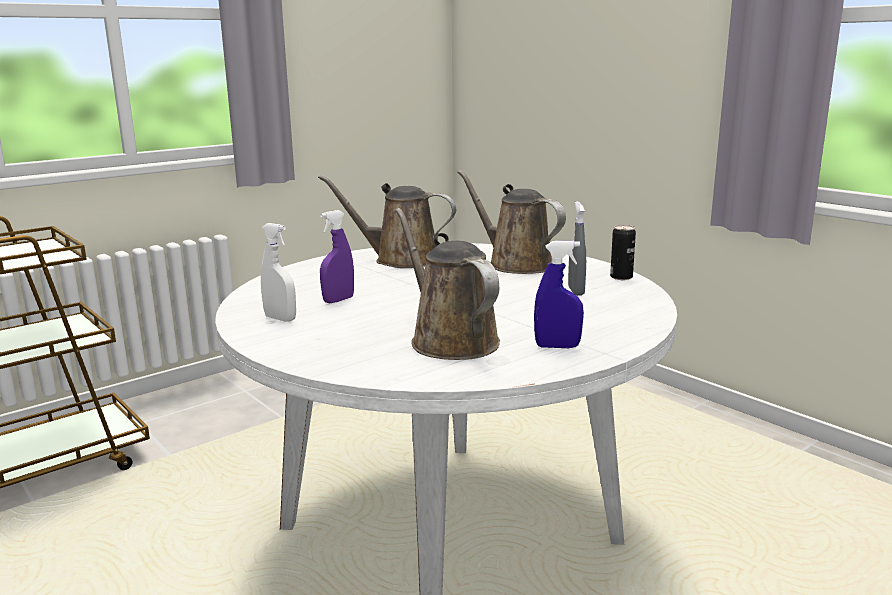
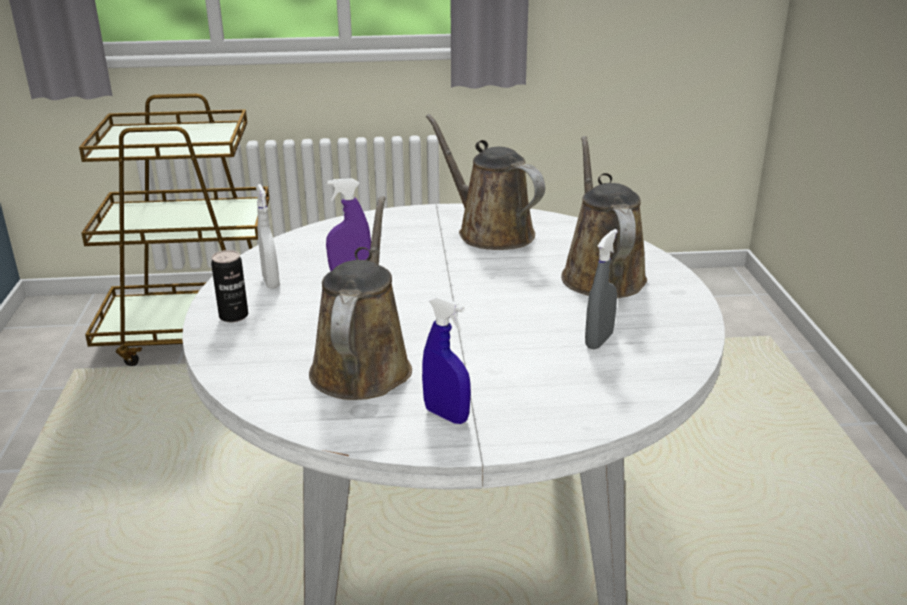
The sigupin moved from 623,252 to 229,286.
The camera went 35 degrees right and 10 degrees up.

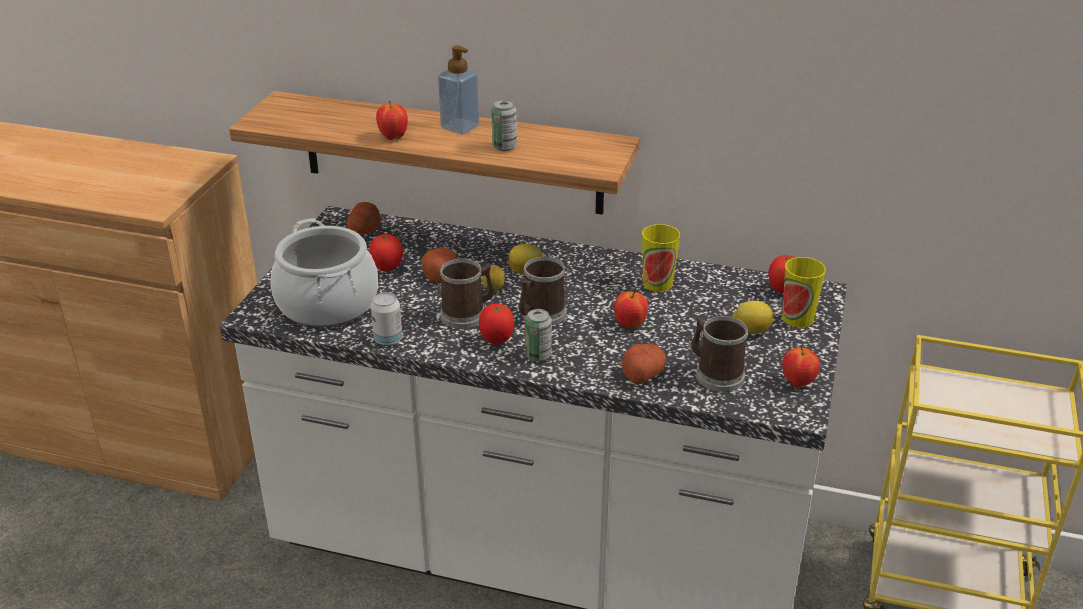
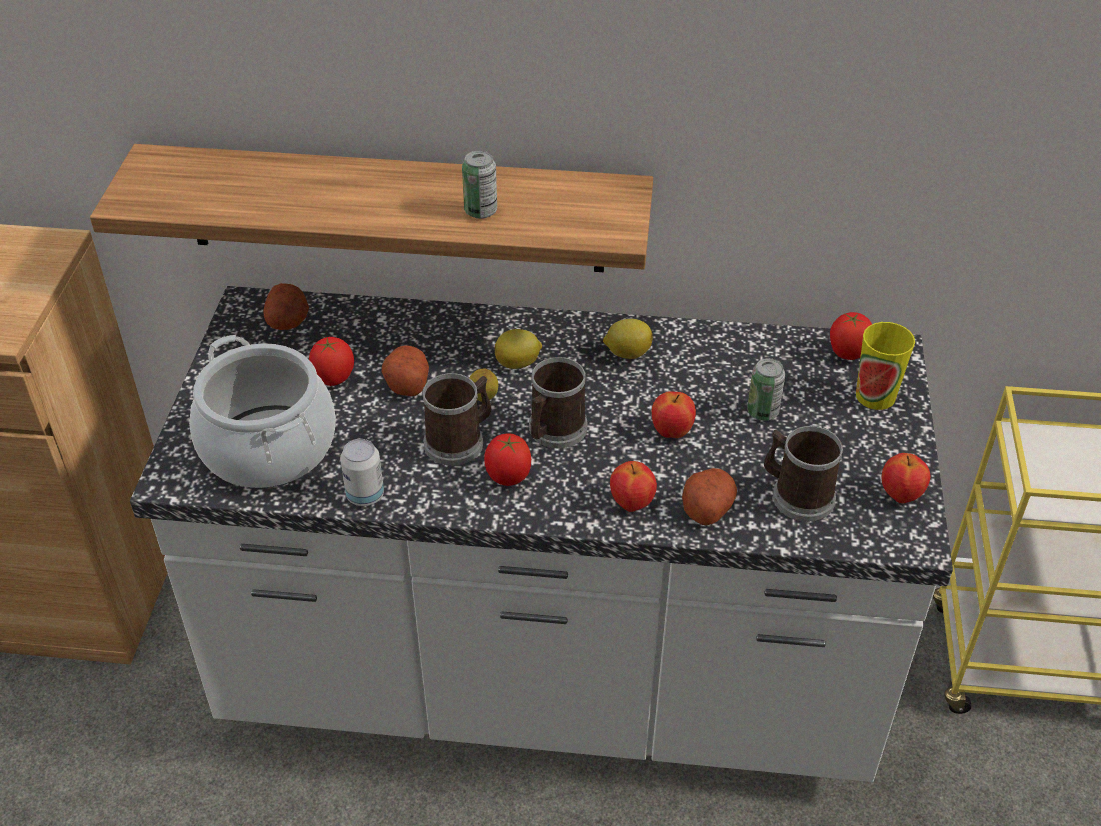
The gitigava at 458,90 disappeared.
The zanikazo moved from 392,120 to 633,486.
The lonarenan at 661,258 disappeared.
The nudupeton moved from 752,317 to 627,339.
The sigupin moved from 538,335 to 766,389.
The camera went 10 degrees left and 10 degrees up.

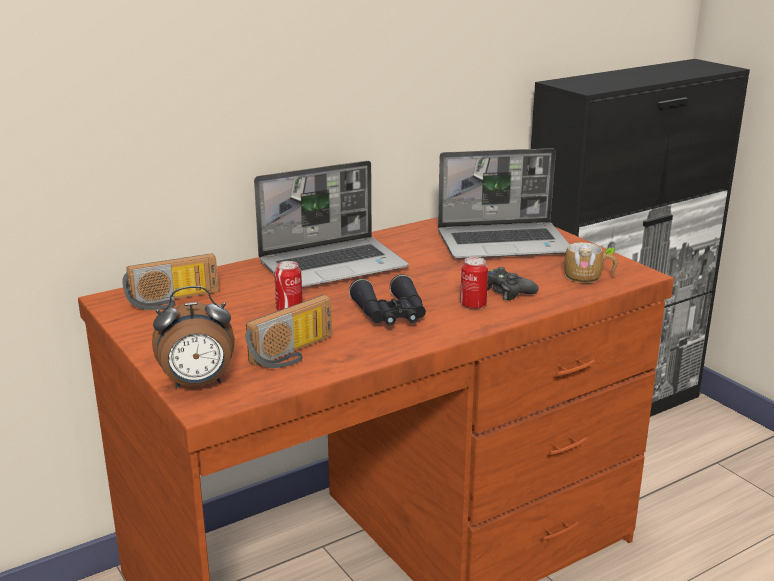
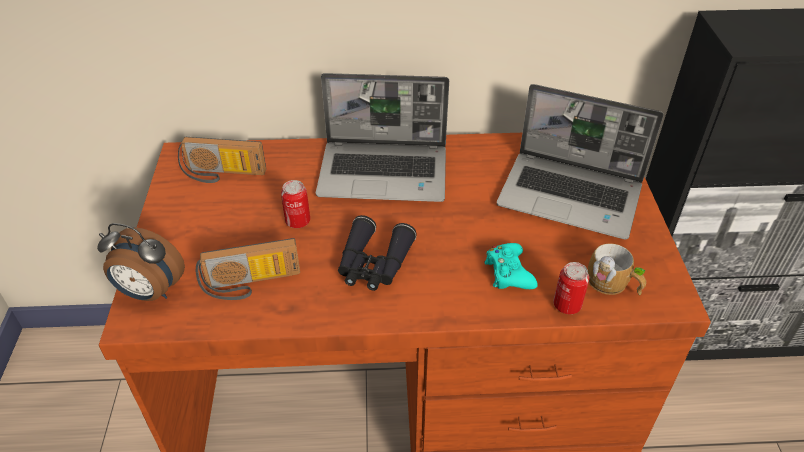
The sigupin moved from 474,283 to 571,288.
The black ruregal at 513,284 became the turquoise ruregal at 511,266.
The camera went 30 degrees right and 20 degrees up.

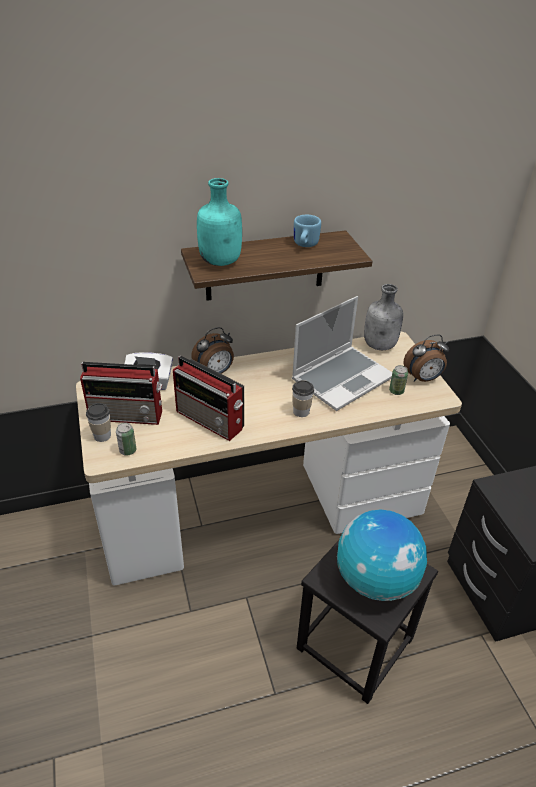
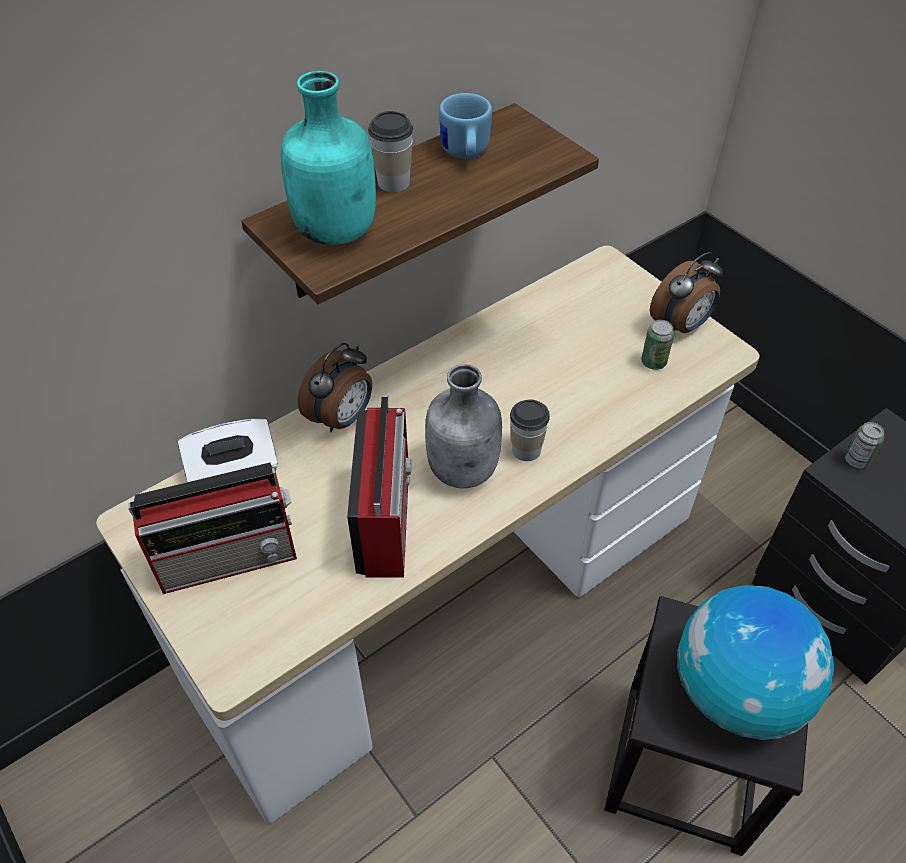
The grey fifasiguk moved from 383,317 to 463,426.
The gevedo at 342,353 disappeared.
The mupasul at 208,398 turned 105 degrees counterclockwise.
The lonarenan moved from 98,422 to 390,151.
The sigupin moved from 126,439 to 864,445.
The camera went 20 degrees left and 10 degrees up.

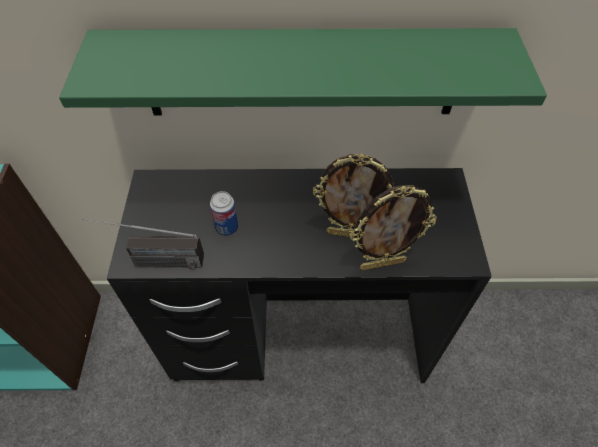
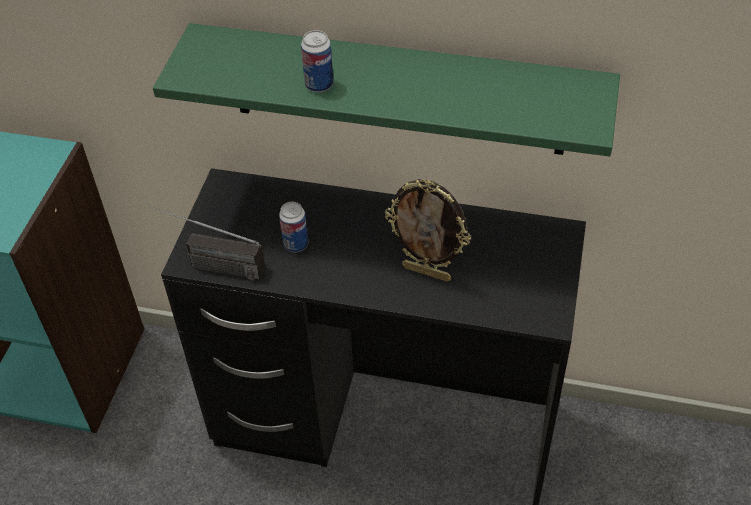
The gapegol at 393,227 disappeared.
The sigupin at 317,61 appeared.
The camera went 15 degrees right and 5 degrees down.

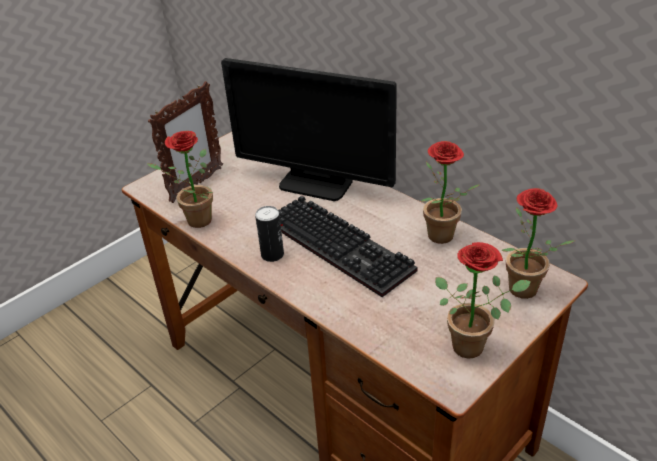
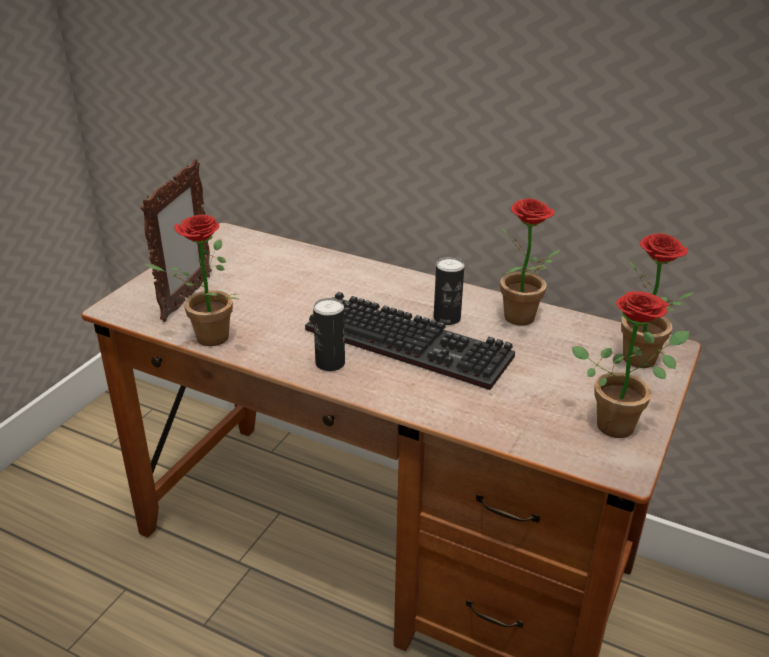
The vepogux at 309,129 disappeared.
The sigupin at 449,291 appeared.
The camera went 20 degrees left and 5 degrees down.

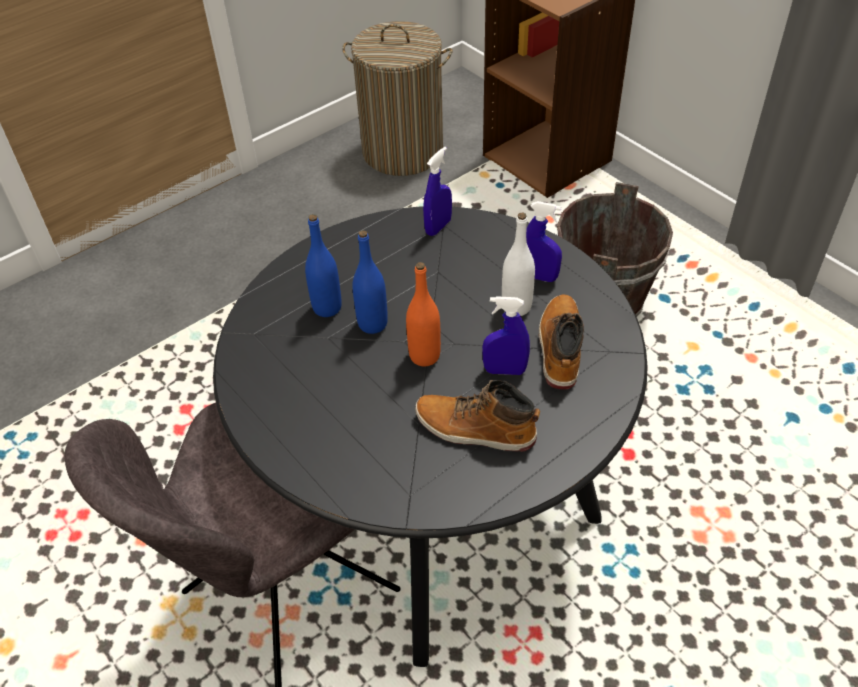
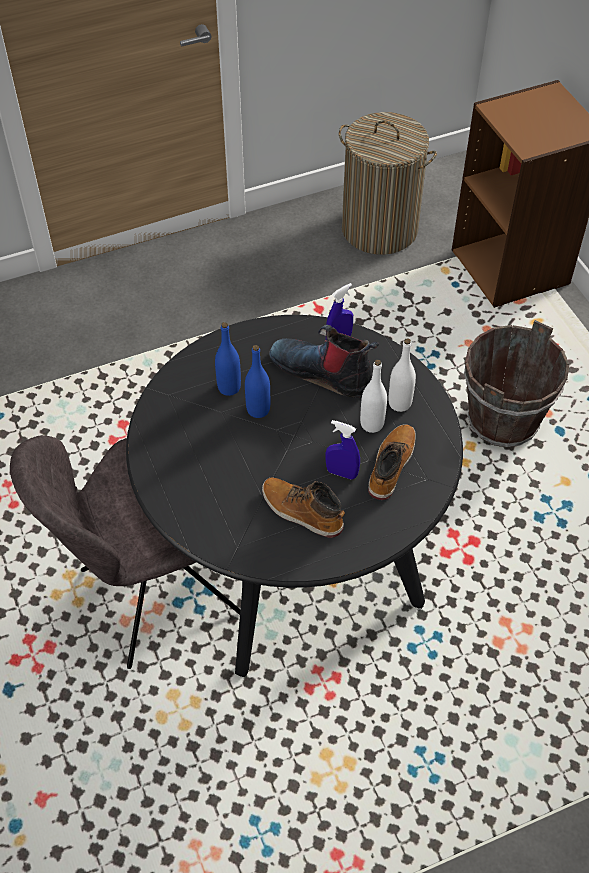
The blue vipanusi at 544,241 was replaced by the white fifasiguk at 402,375.
The orange fifasiguk at 423,314 disappeared.
The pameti at 324,361 appeared.
The camera went 15 degrees right and 5 degrees up.

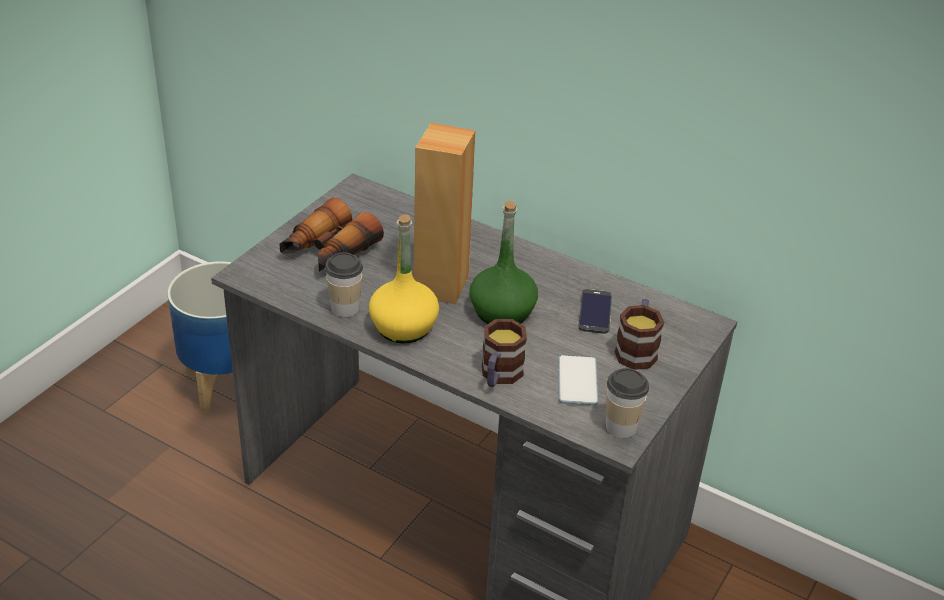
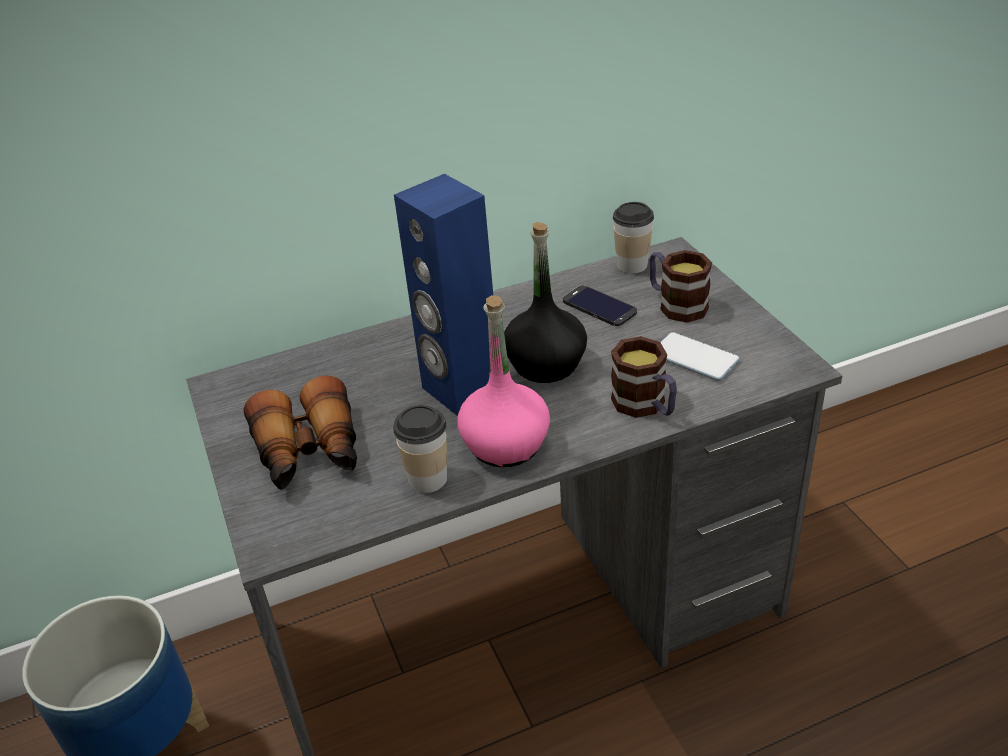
The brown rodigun at 444,213 became the blue rodigun at 443,295.
The green fifasiguk at 503,262 became the black fifasiguk at 545,302.
The yellow fifasiguk at 404,279 became the pink fifasiguk at 503,381.
The lonarenan moved from 627,403 to 633,237.
The camera went 50 degrees left and 0 degrees up.

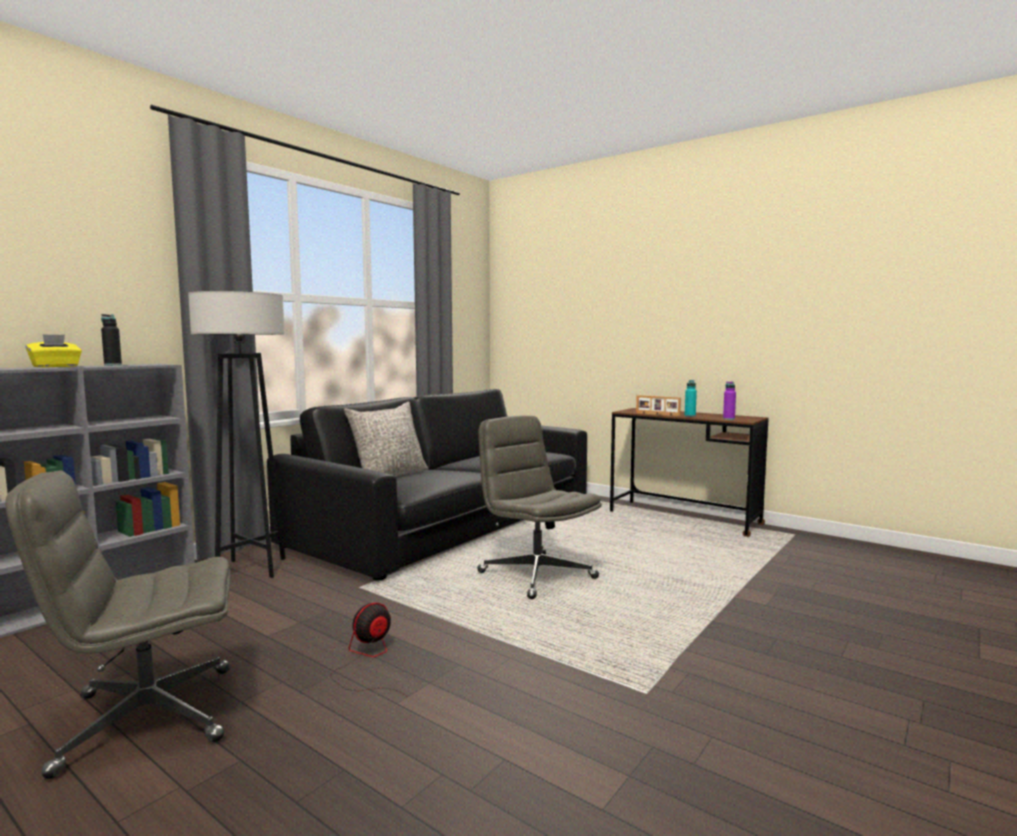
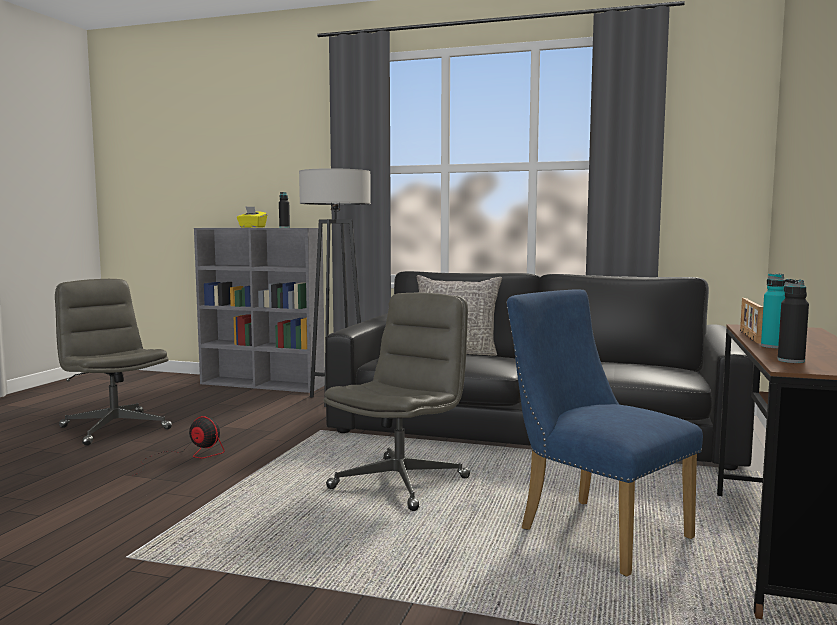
The purple fifasiguk at 729,400 became the black fifasiguk at 793,321.
The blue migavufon at 604,433 appeared.
The camera went 70 degrees right and 0 degrees up.

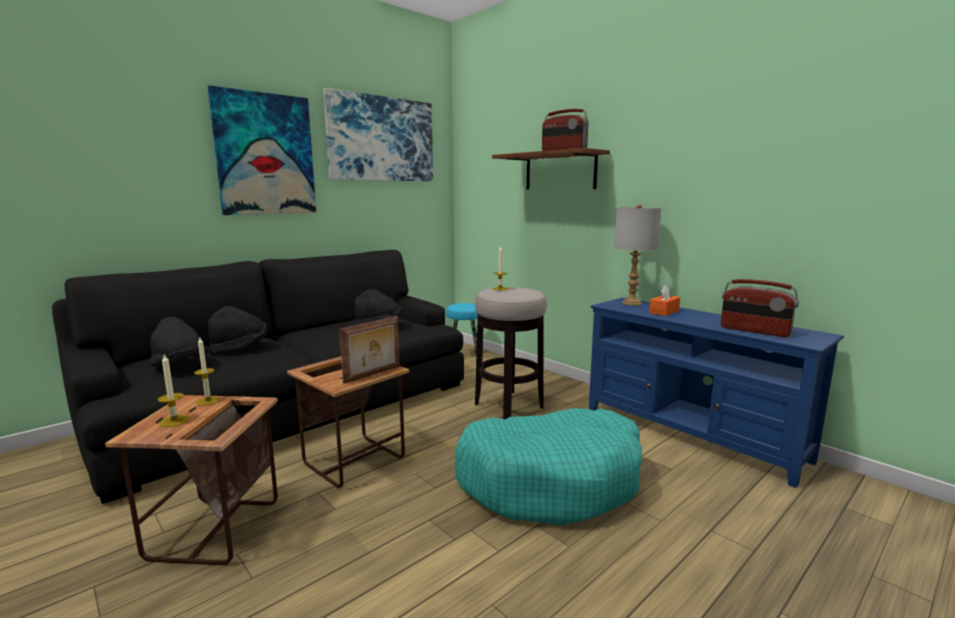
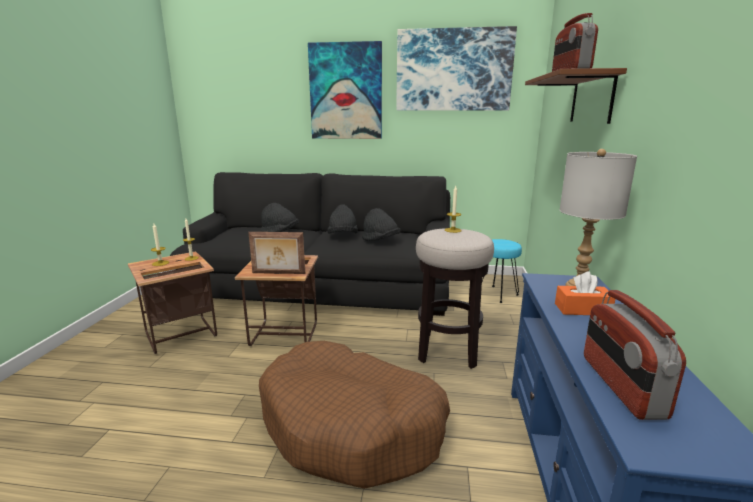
The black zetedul moved from 179,342 to 342,219.
The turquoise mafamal at 548,467 became the brown mafamal at 354,415.
The camera went 50 degrees right and 5 degrees up.

